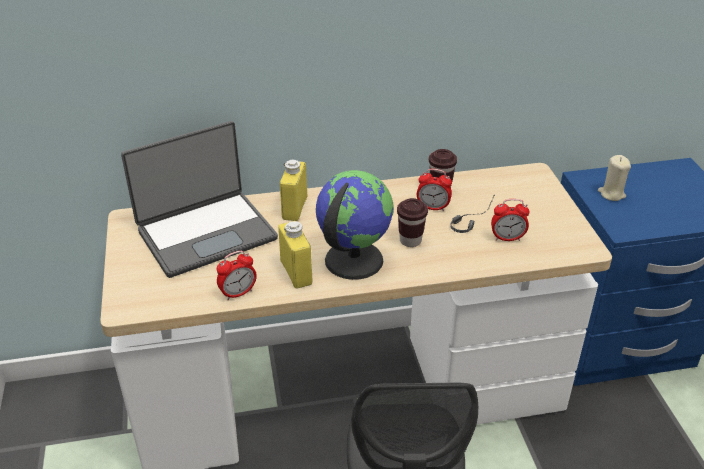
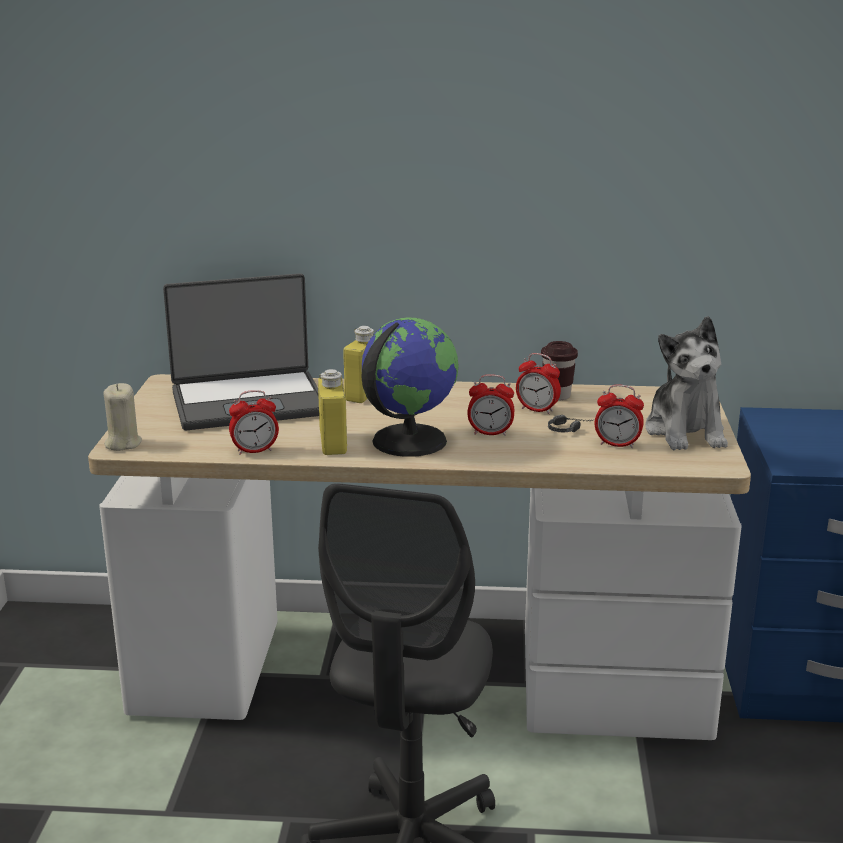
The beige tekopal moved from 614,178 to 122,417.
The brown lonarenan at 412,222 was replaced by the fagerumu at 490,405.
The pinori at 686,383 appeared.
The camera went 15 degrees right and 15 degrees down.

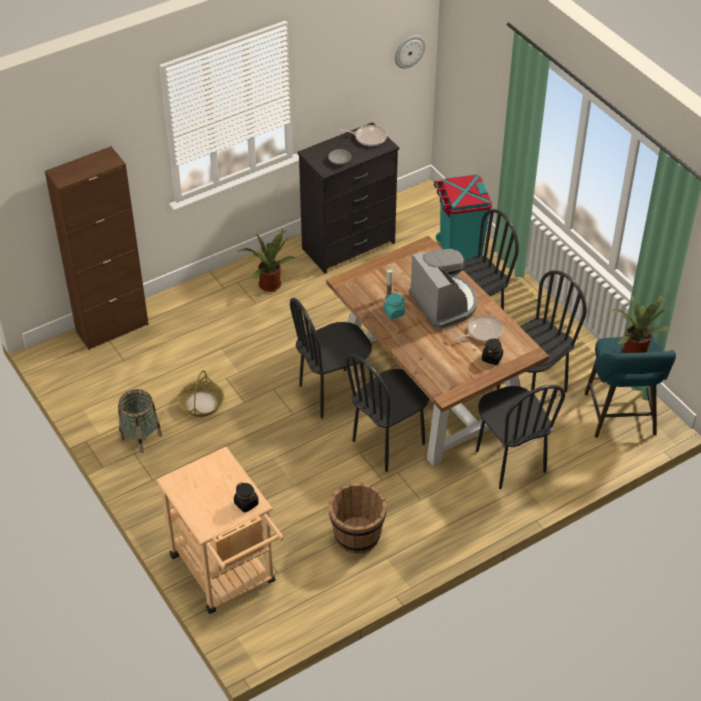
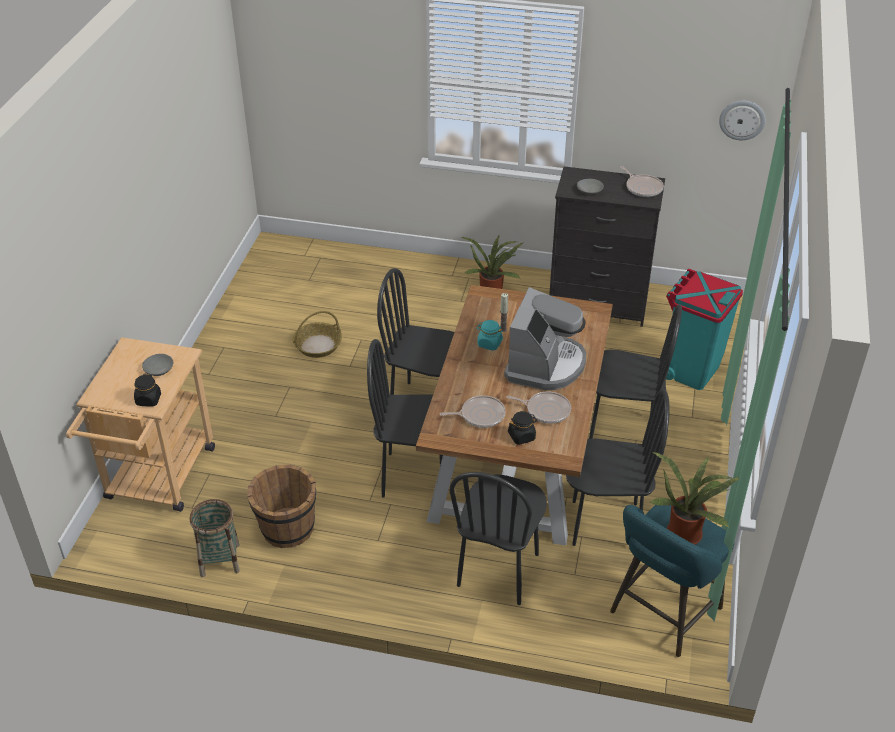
The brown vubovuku at 97,248 disappeared.
The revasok moved from 140,421 to 214,538.
The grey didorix at 157,365 appeared.
The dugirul at 472,411 appeared.
The camera went 45 degrees right and 5 degrees down.

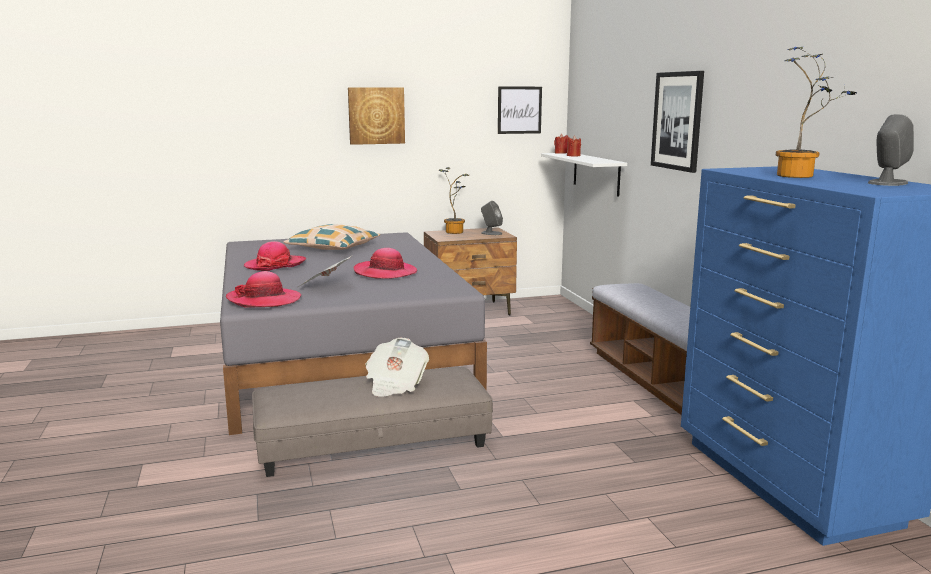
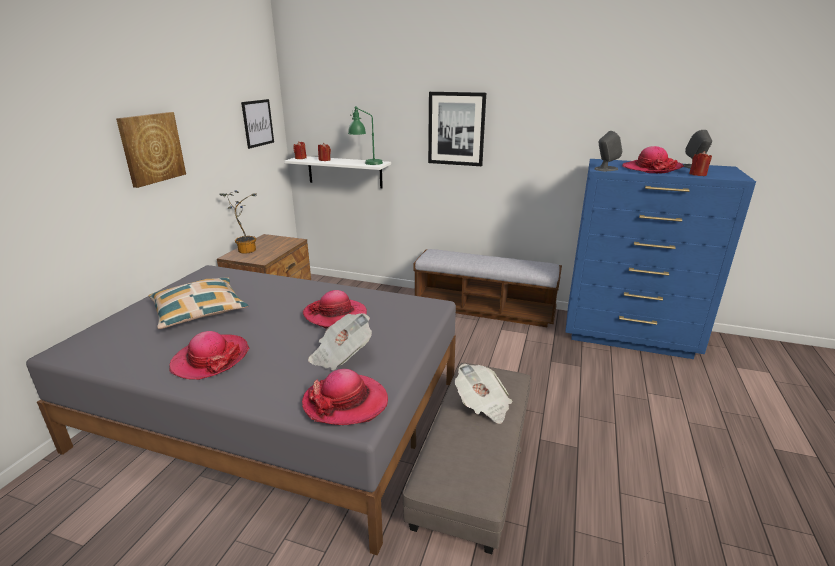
The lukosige at 816,112 was replaced by the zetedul at 653,159.
The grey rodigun moved from 492,218 to 608,151.
The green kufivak at 365,135 appeared.
The red tekopal at 700,163 appeared.
The camera went 55 degrees left and 10 degrees up.

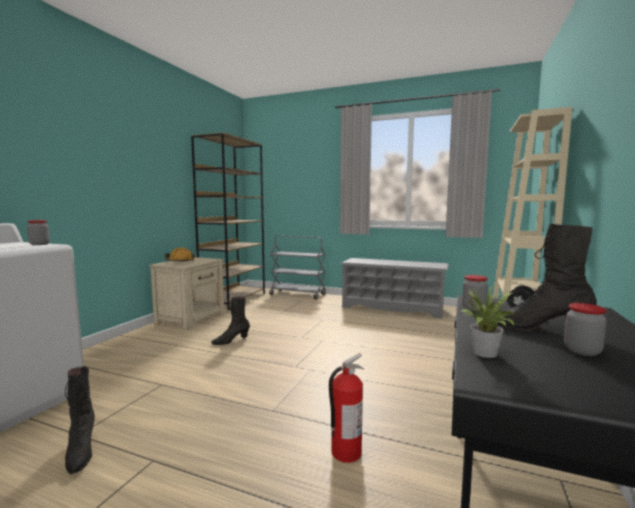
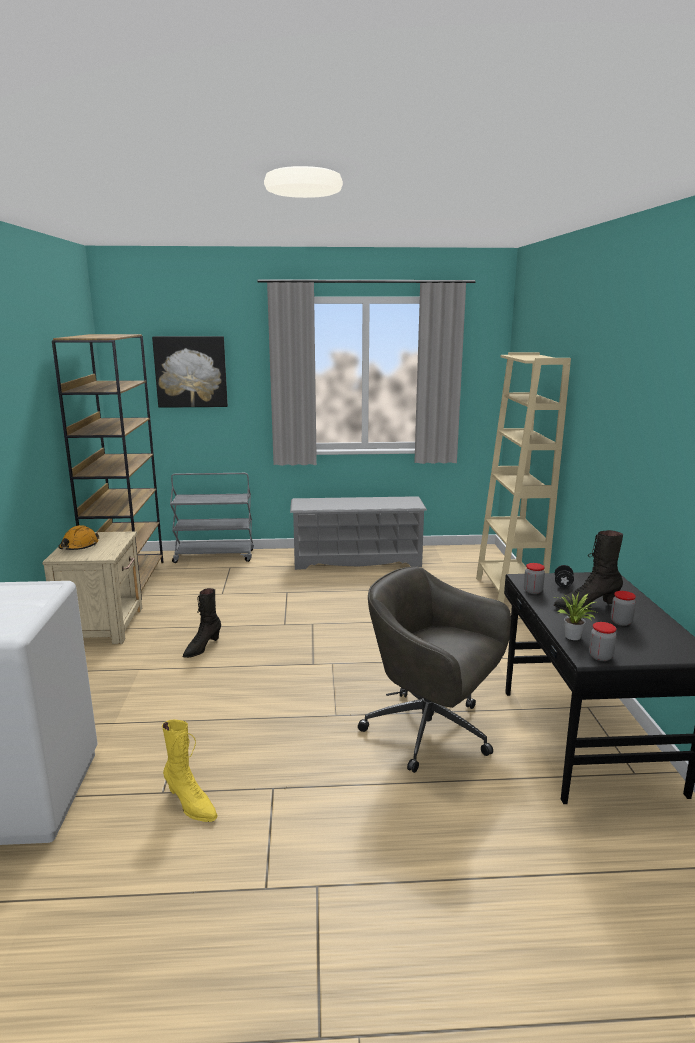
The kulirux moved from 38,232 to 602,641.
The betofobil at 346,408 was replaced by the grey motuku at 434,670.
The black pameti at 80,421 became the yellow pameti at 189,771.
The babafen at 190,372 appeared.
The camera went 25 degrees left and 10 degrees up.

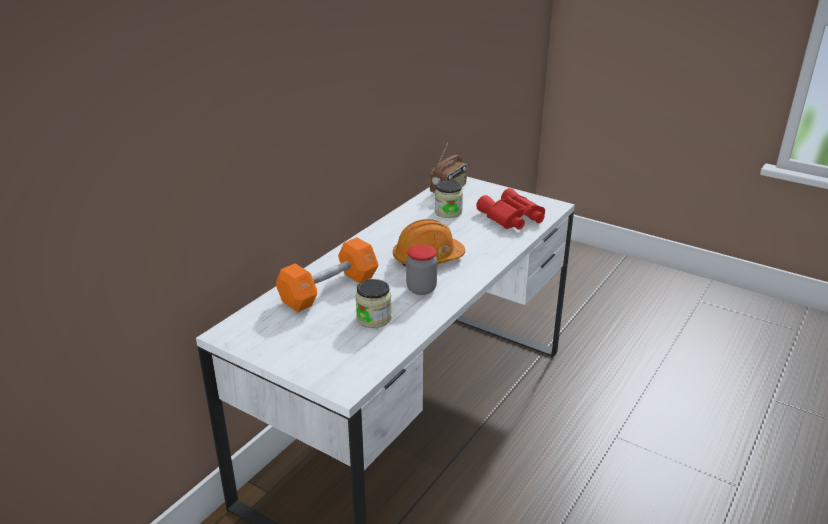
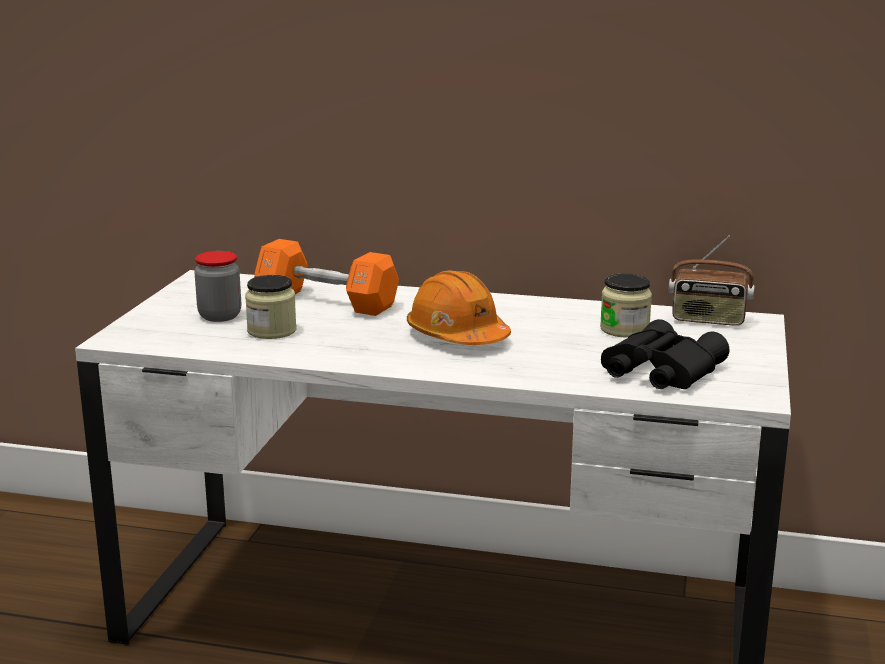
The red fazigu at 510,209 became the black fazigu at 665,354.
The kulirux moved from 421,270 to 217,286.
The camera went 70 degrees right and 10 degrees down.

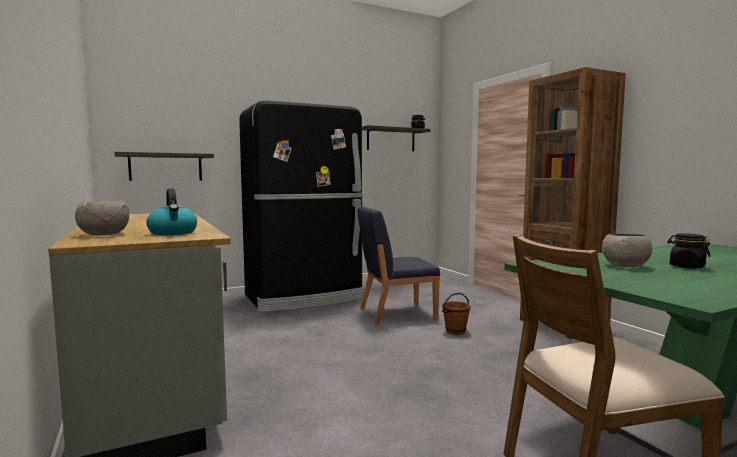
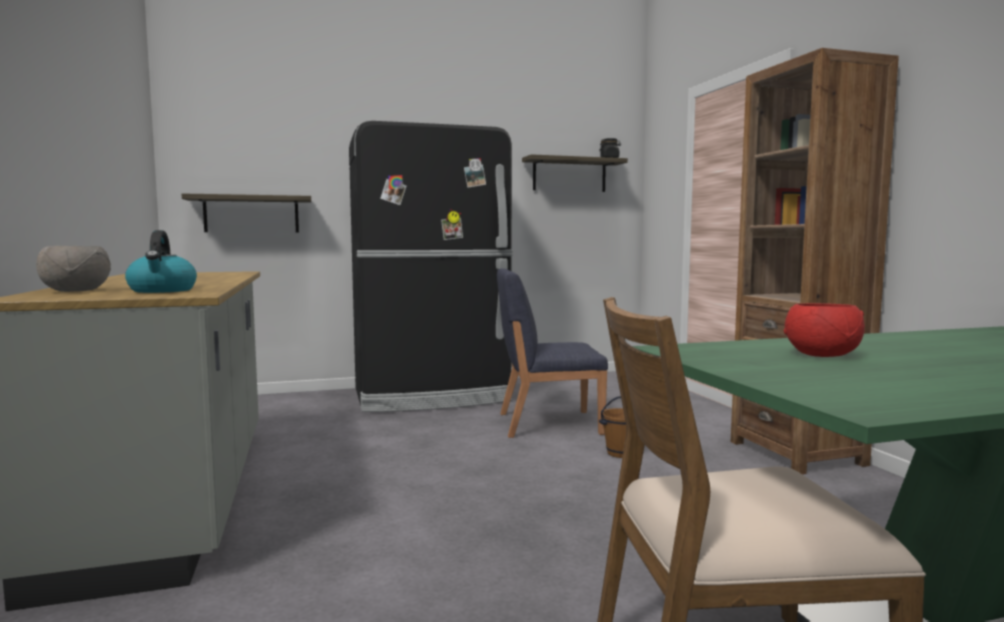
The grey didorix at 627,250 became the red didorix at 824,330.
The black kulirux at 689,250 disappeared.
The camera went 10 degrees right and 0 degrees up.

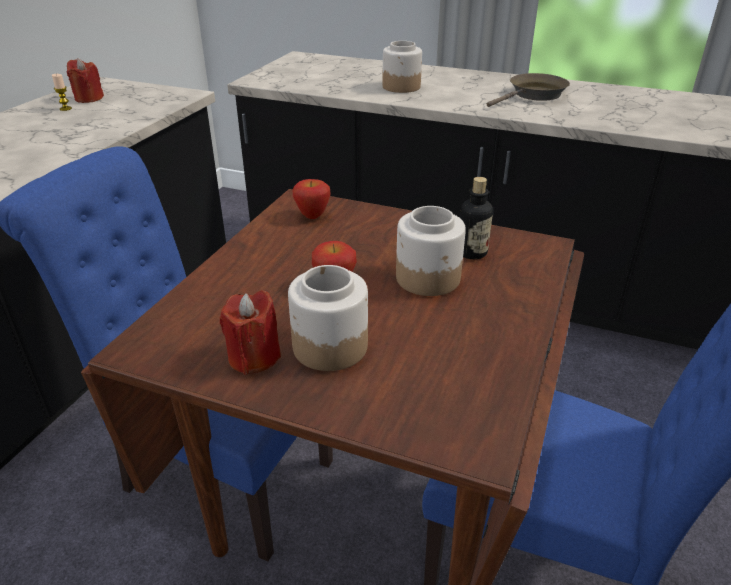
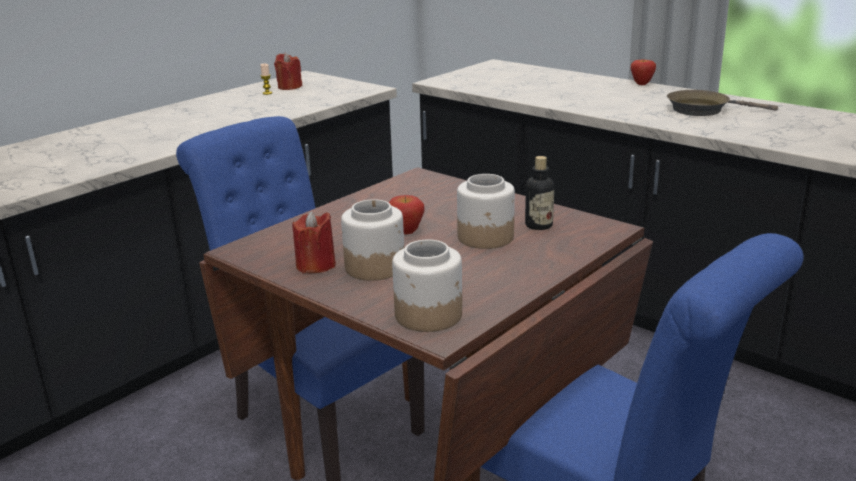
The kulirux moved from 402,67 to 427,286.
The brown dugirul at 528,90 turned 150 degrees counterclockwise.
The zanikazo moved from 311,199 to 643,72.
The camera went 20 degrees right and 10 degrees down.

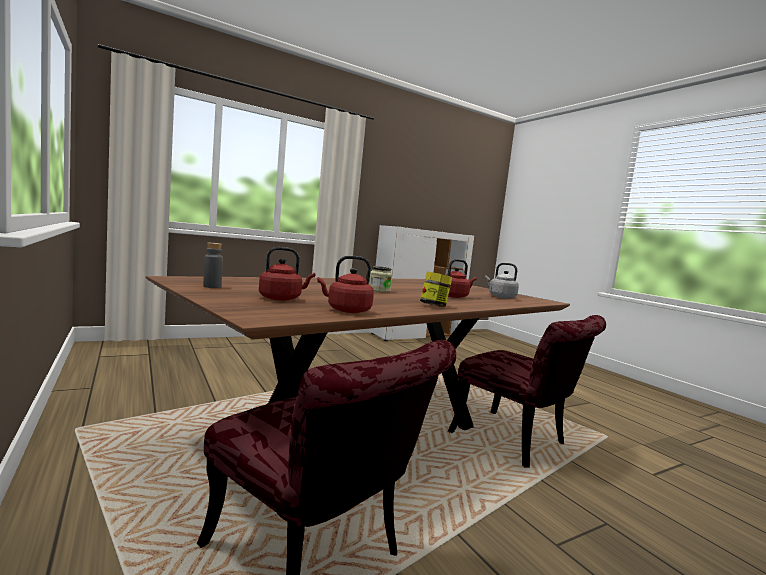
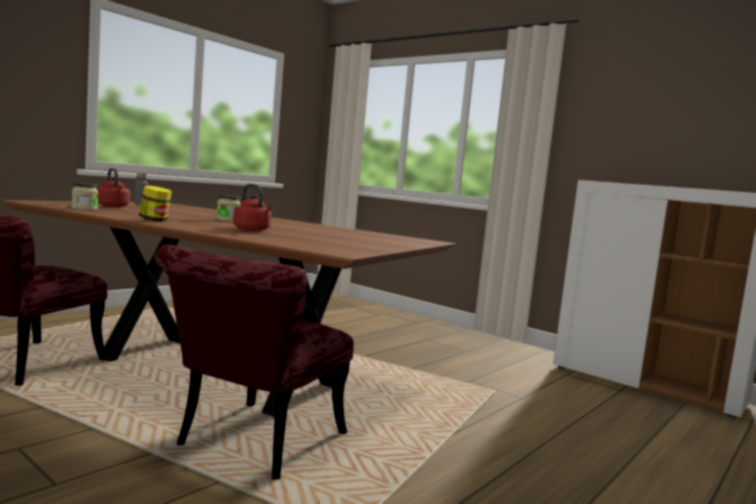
The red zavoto at 345,284 was replaced by the kulirux at 84,196.
The grey zavoto at 502,280 disappeared.
The camera went 70 degrees right and 0 degrees up.

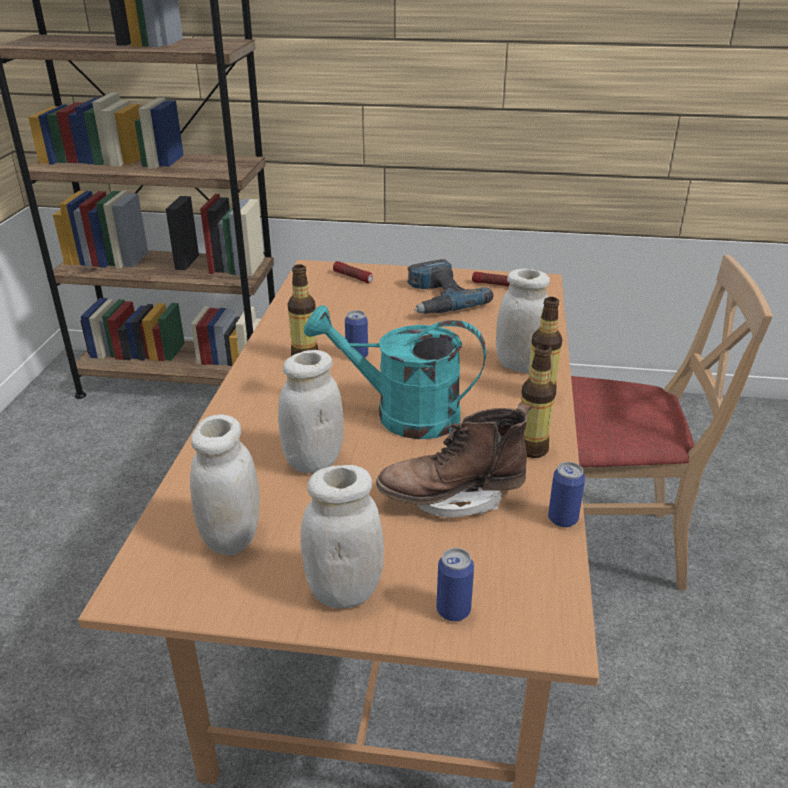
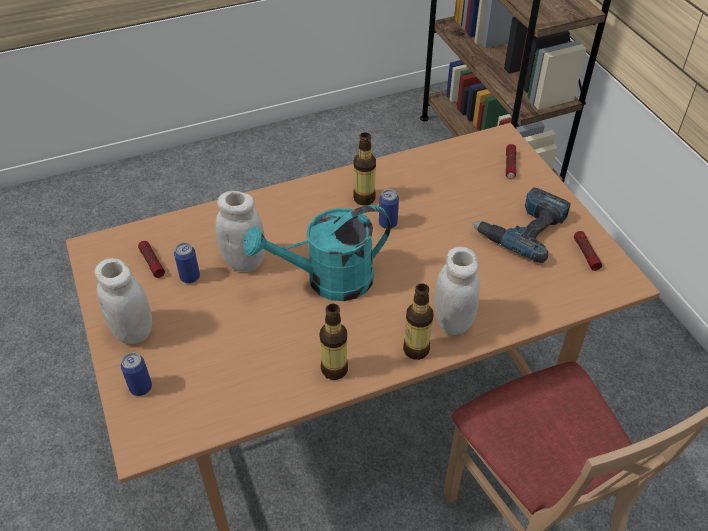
The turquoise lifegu at 395,372 turned 90 degrees counterclockwise.
The brown pameti at 453,460 disappeared.
The white kulirux at 225,484 was replaced by the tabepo at 151,259.
The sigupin moved from 566,494 to 187,263.
The camera went 60 degrees right and 15 degrees up.

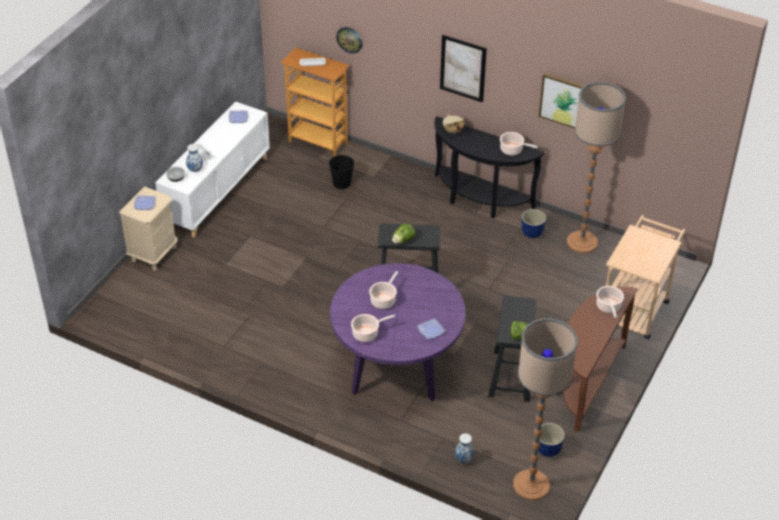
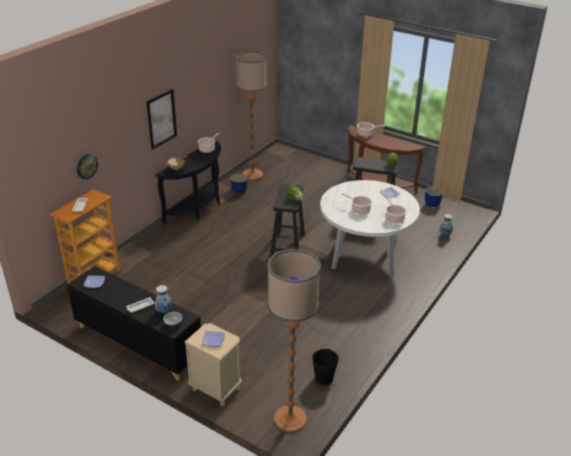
The babafen at 561,100 disappeared.
The white vubovuku at 212,169 became the black vubovuku at 134,323.
The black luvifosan moved from 341,172 to 325,366.
The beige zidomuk at 645,277 disappeared.
The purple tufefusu at 398,332 became the white tufefusu at 370,228.
The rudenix moved from 545,409 to 294,340.
The camera went 85 degrees left and 10 degrees down.

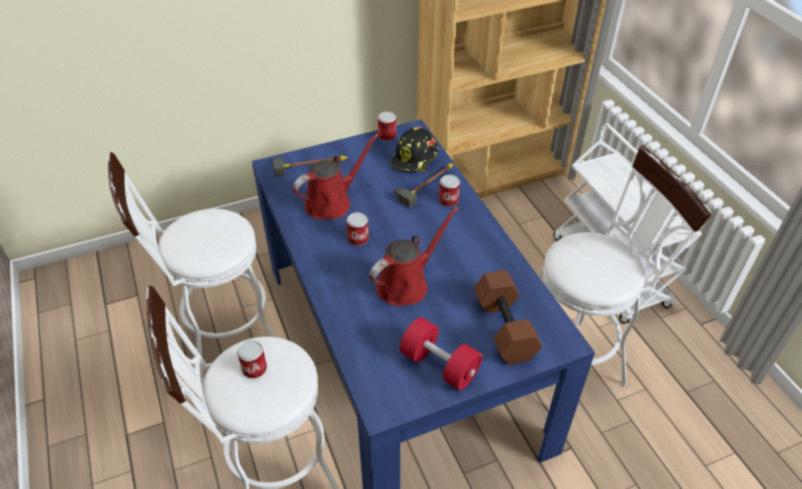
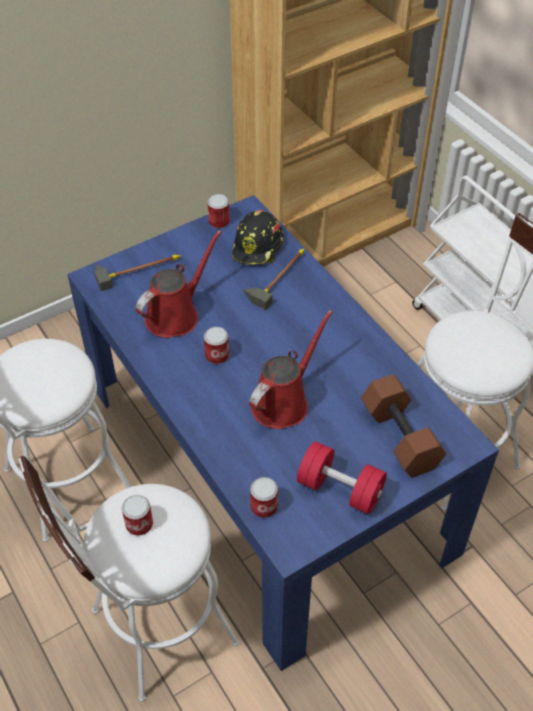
The sigupin moved from 449,191 to 264,497.
The camera went 10 degrees left and 5 degrees up.

